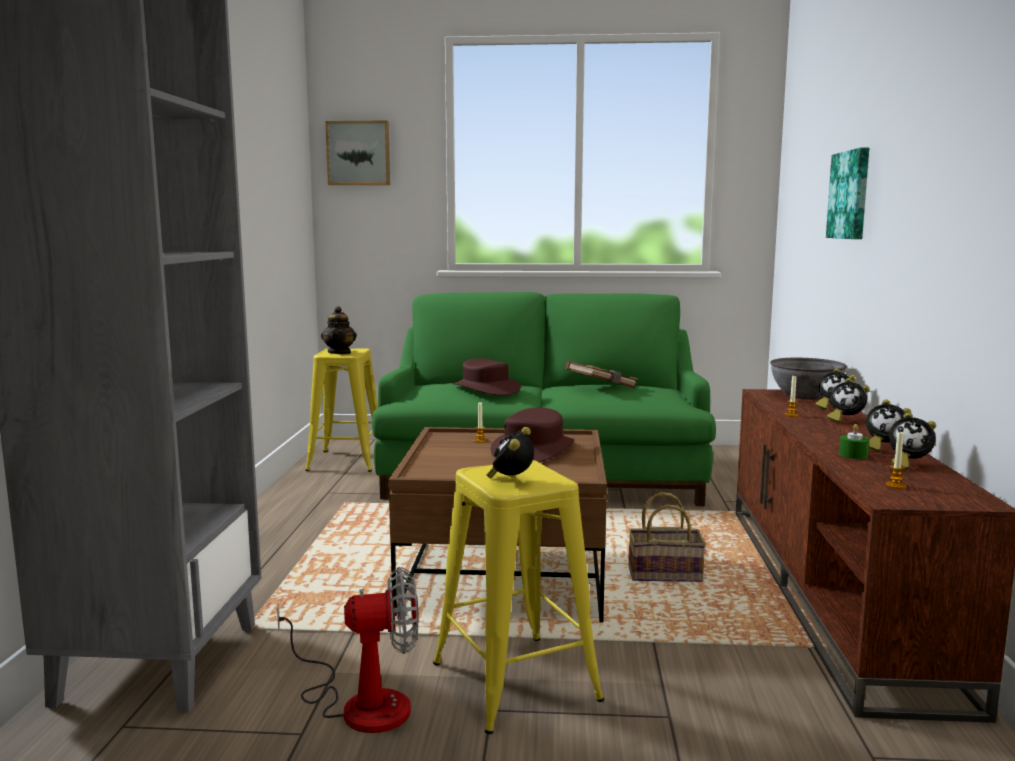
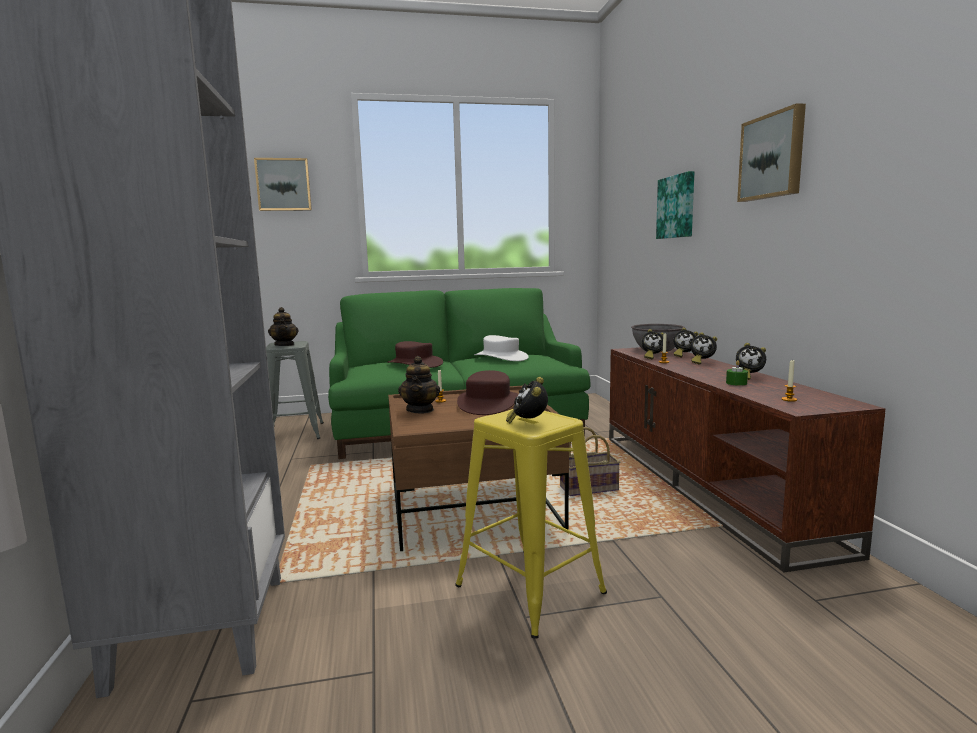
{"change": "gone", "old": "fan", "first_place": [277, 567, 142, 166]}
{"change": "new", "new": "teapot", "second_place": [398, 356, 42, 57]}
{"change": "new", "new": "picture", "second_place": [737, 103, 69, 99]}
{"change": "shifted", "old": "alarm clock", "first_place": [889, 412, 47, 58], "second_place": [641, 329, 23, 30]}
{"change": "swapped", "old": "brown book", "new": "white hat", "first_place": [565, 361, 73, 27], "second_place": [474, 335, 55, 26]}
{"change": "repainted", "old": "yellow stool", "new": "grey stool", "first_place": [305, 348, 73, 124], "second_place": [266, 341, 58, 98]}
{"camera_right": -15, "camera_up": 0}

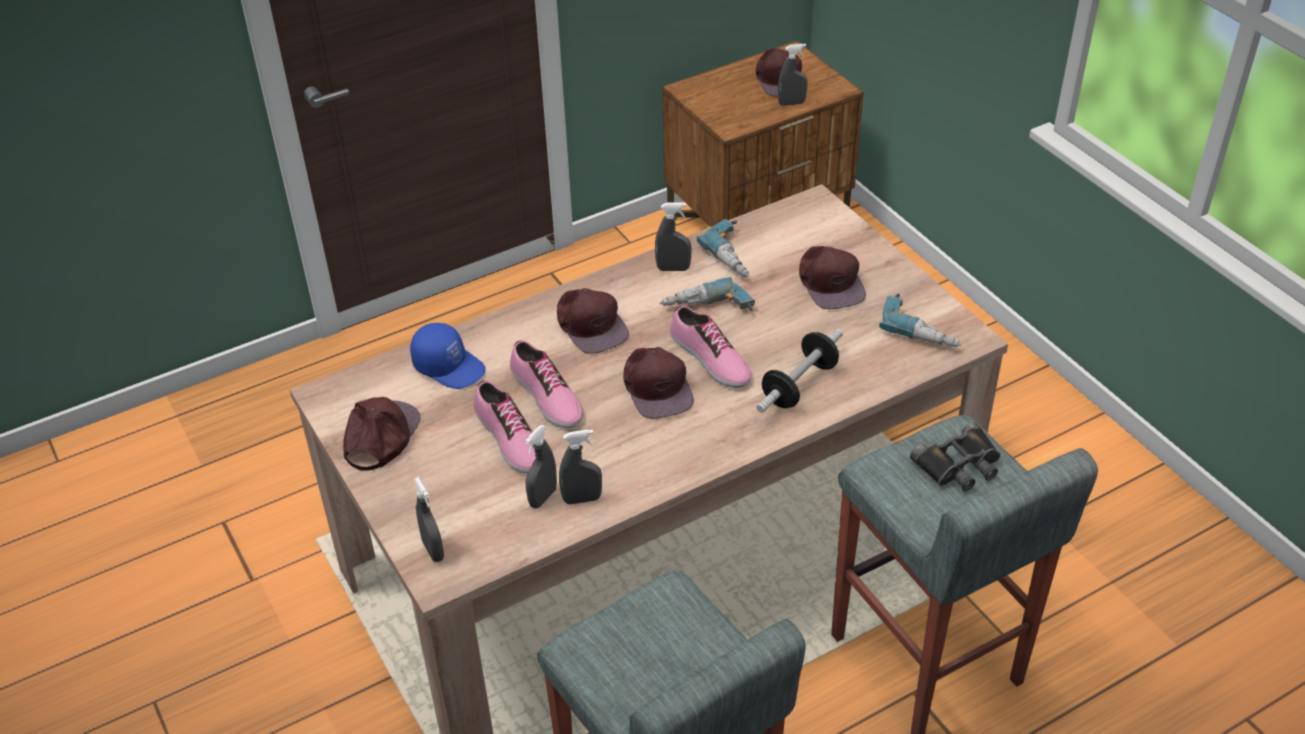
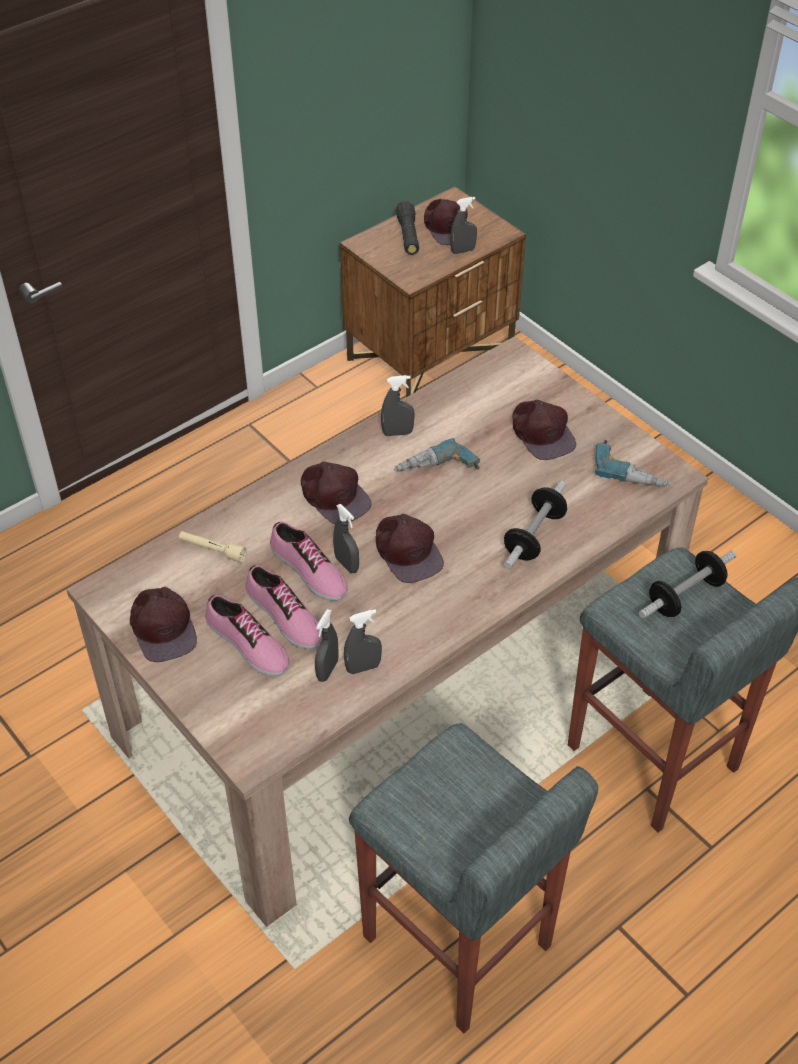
{"change": "gone", "old": "power drill", "first_place": [697, 219, 52, 58]}
{"change": "new", "new": "black flashlight", "second_place": [396, 201, 23, 54]}
{"change": "shifted", "old": "grey spray bottle", "first_place": [414, 477, 30, 85], "second_place": [333, 504, 26, 69]}
{"change": "shifted", "old": "shoe", "first_place": [670, 306, 81, 82], "second_place": [205, 595, 84, 81]}
{"change": "swapped", "old": "blue cap", "new": "beige flashlight", "first_place": [410, 323, 75, 66], "second_place": [179, 531, 68, 32]}
{"change": "swapped", "old": "black binoculars", "new": "dumbbell", "first_place": [910, 422, 91, 69], "second_place": [639, 550, 97, 68]}
{"change": "rotated", "old": "brown cap", "first_place": [343, 397, 77, 74], "second_place": [130, 587, 67, 75], "degrees": 150}
{"camera_right": -10, "camera_up": 5}

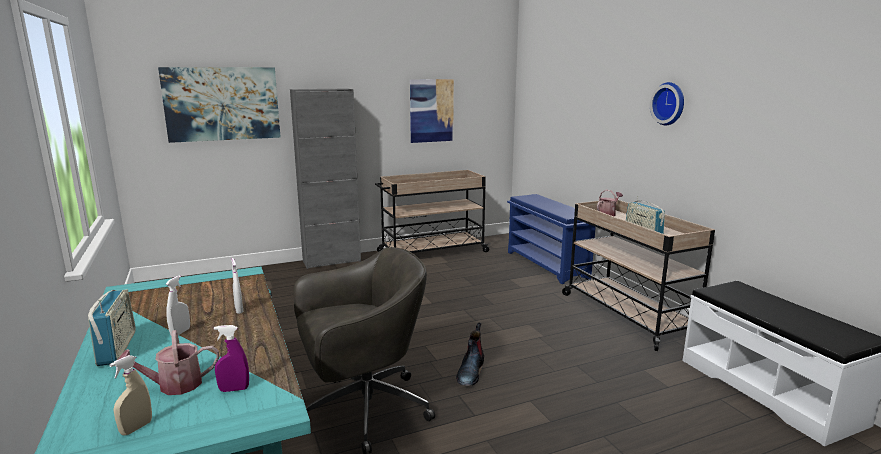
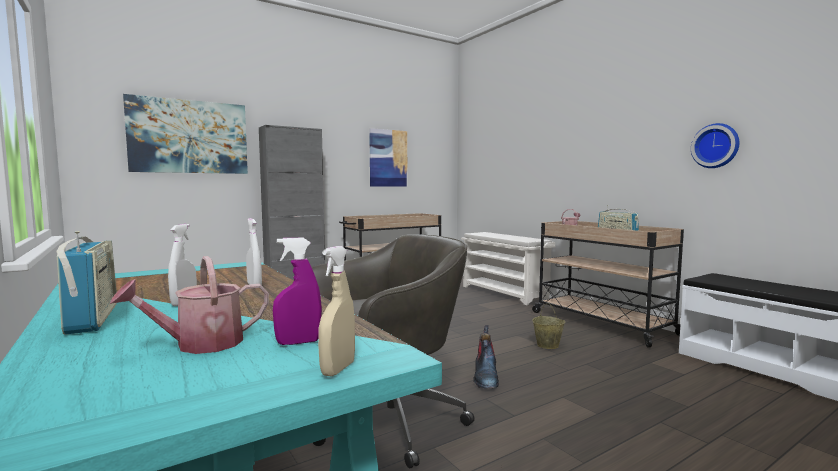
{"change": "new", "new": "beige bucket", "second_place": [532, 303, 33, 46]}
{"change": "shifted", "old": "beige spray bottle", "first_place": [109, 355, 43, 80], "second_place": [318, 246, 37, 131]}
{"change": "shifted", "old": "wall clock", "first_place": [650, 82, 34, 44], "second_place": [691, 123, 49, 45]}
{"change": "repainted", "old": "blue shoe rack", "new": "white shoe rack", "first_place": [507, 194, 89, 90], "second_place": [461, 232, 94, 73]}
{"camera_right": -10, "camera_up": -10}

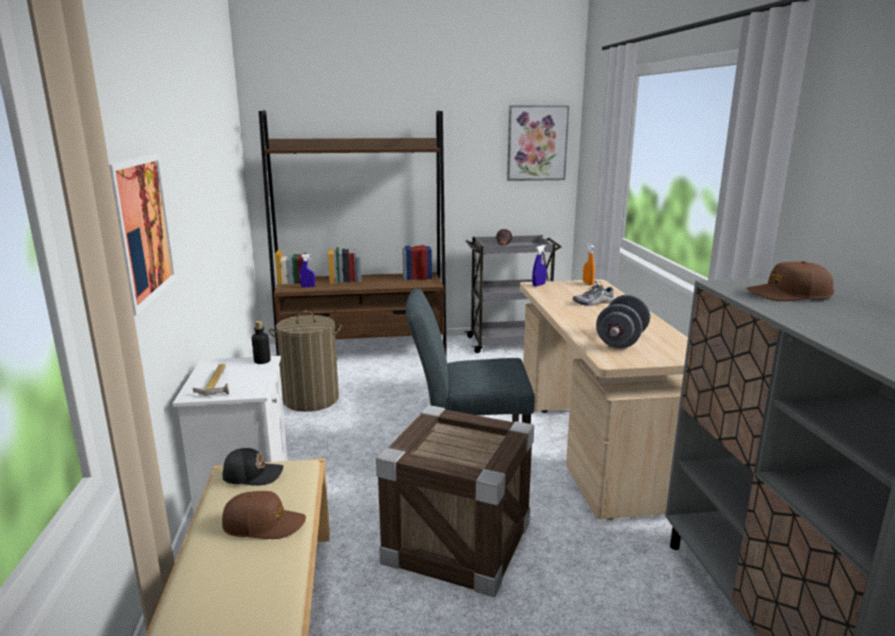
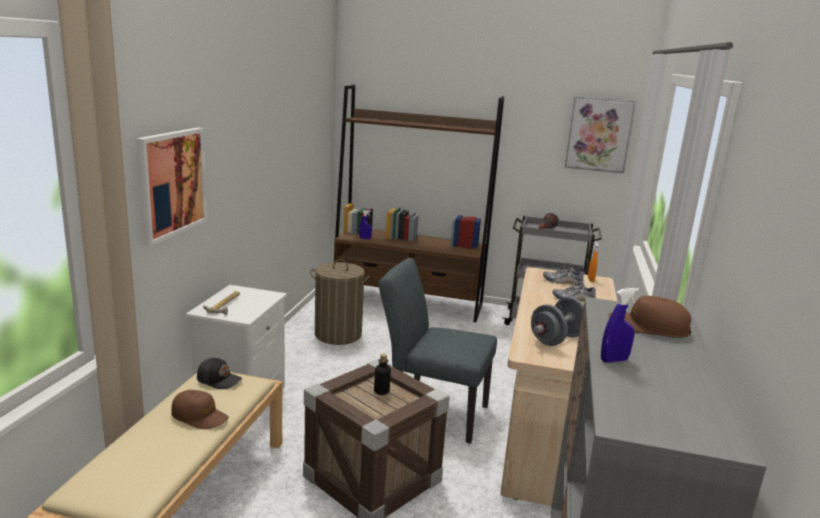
{"change": "new", "new": "shoe", "second_place": [543, 263, 41, 22]}
{"change": "shifted", "old": "bottle", "first_place": [252, 321, 19, 43], "second_place": [374, 354, 17, 41]}
{"change": "shifted", "old": "blue spray bottle", "first_place": [532, 245, 14, 42], "second_place": [601, 288, 38, 75]}
{"camera_right": 20, "camera_up": 0}

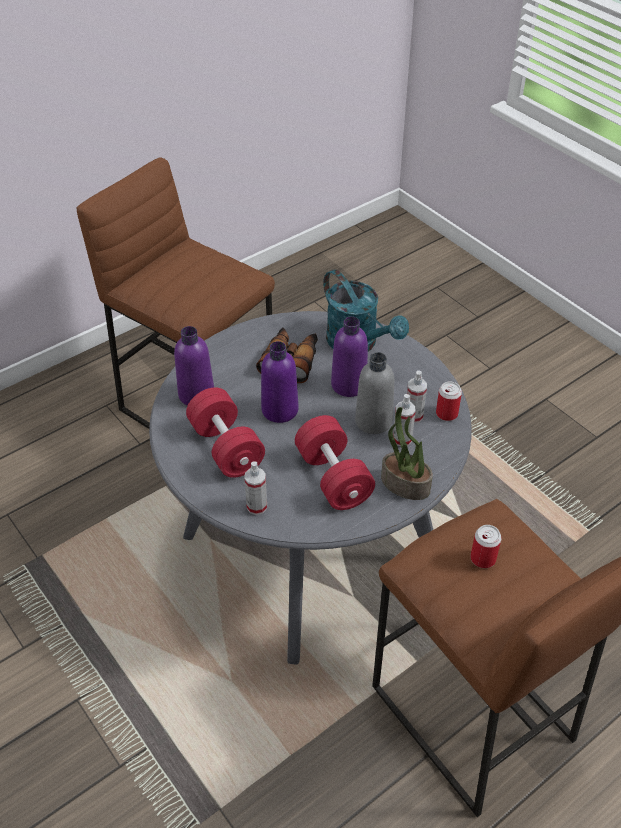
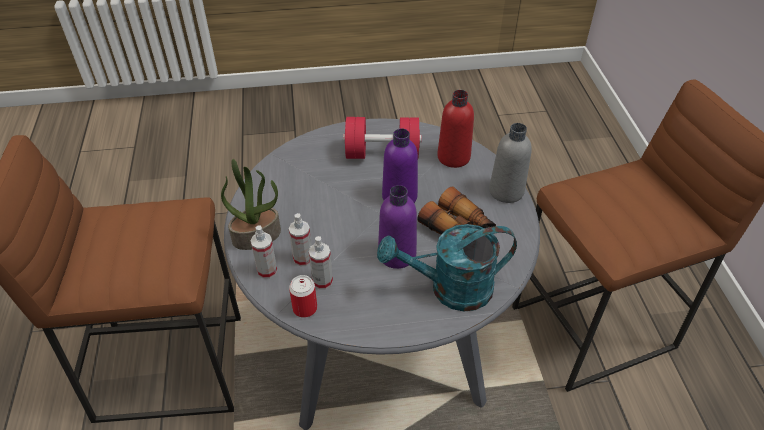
{"change": "gone", "old": "red dumbbell", "first_place": [295, 415, 80, 95]}
{"change": "gone", "old": "can", "first_place": [470, 525, 32, 43]}
{"change": "shifted", "old": "spray bottle", "first_place": [244, 461, 23, 54], "second_place": [250, 225, 28, 54]}
{"change": "shifted", "old": "grey bottle", "first_place": [355, 352, 39, 82], "second_place": [489, 123, 43, 80]}
{"change": "repainted", "old": "purple bottle", "new": "red bottle", "first_place": [174, 326, 40, 80], "second_place": [437, 90, 37, 78]}
{"camera_right": 120, "camera_up": 0}

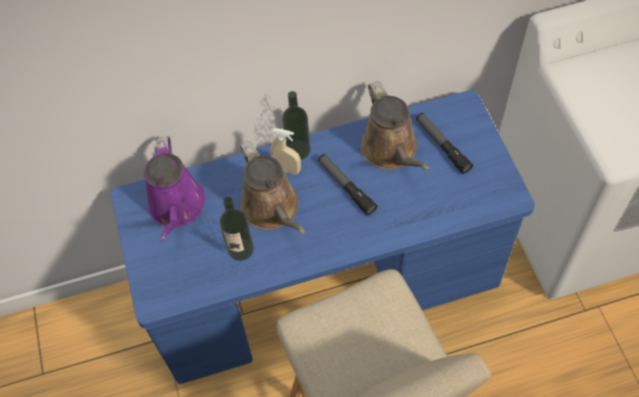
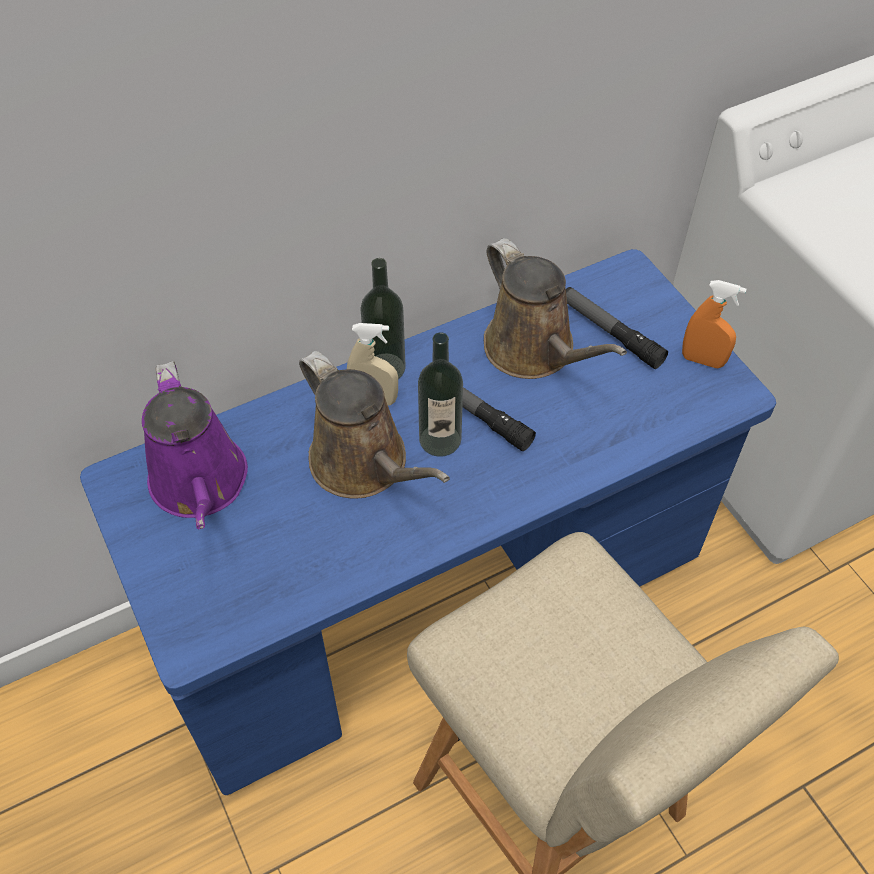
{"change": "new", "new": "orange spray bottle", "second_place": [682, 280, 64, 88]}
{"change": "shifted", "old": "bottle", "first_place": [220, 197, 34, 64], "second_place": [418, 332, 45, 125]}
{"camera_right": -15, "camera_up": -5}

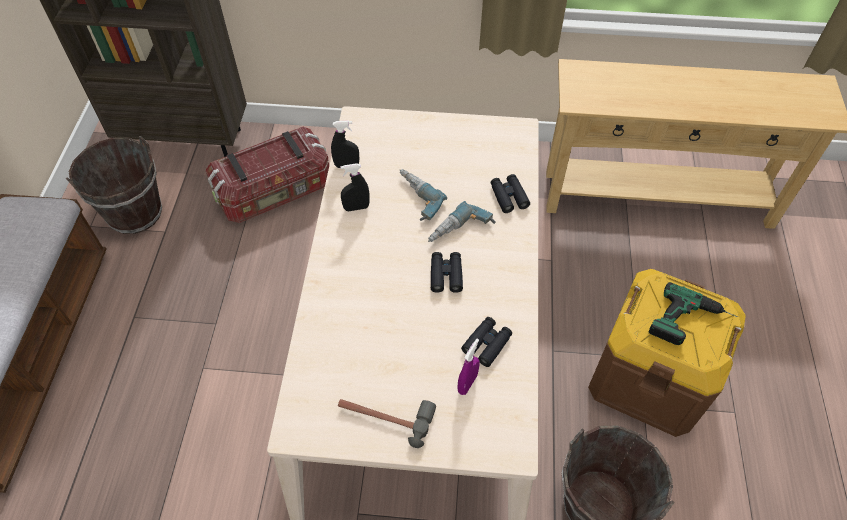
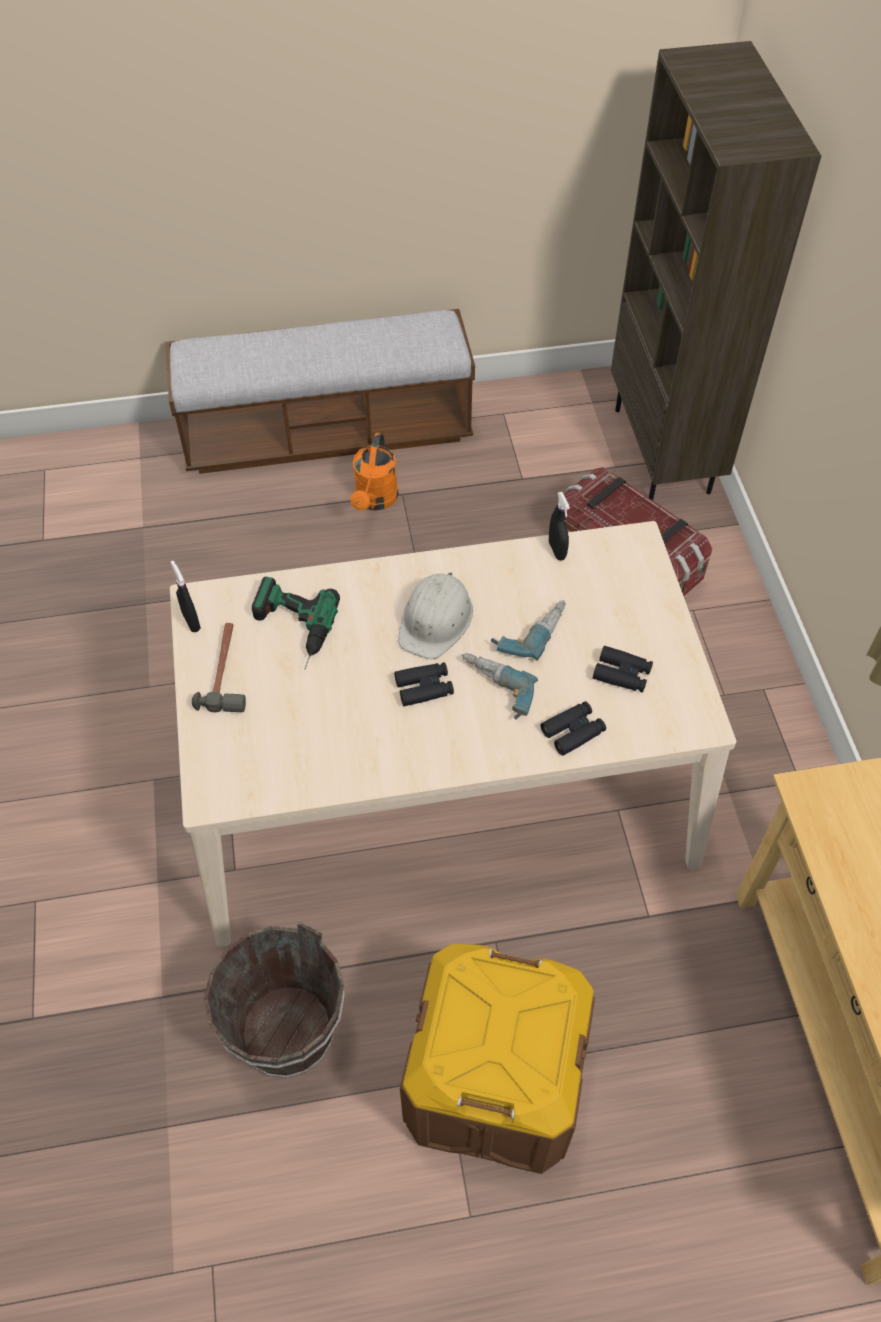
{"change": "gone", "old": "brown bucket", "first_place": [66, 136, 96, 98]}
{"change": "gone", "old": "purple spray bottle", "first_place": [457, 339, 23, 56]}
{"change": "new", "new": "orange watering can", "second_place": [350, 433, 49, 78]}
{"change": "new", "new": "white hard hat", "second_place": [398, 573, 75, 86]}
{"change": "shifted", "old": "black spray bottle", "first_place": [340, 163, 30, 48], "second_place": [171, 560, 30, 72]}
{"change": "shifted", "old": "black binoculars", "first_place": [461, 317, 51, 50], "second_place": [593, 646, 60, 46]}
{"change": "shifted", "old": "power drill", "first_place": [648, 282, 90, 63], "second_place": [252, 577, 88, 93]}
{"camera_right": 75, "camera_up": 0}

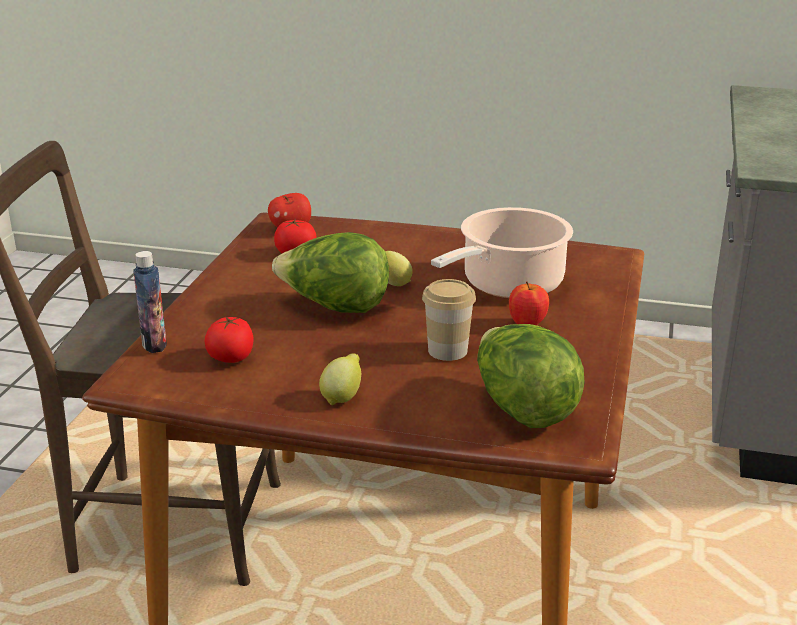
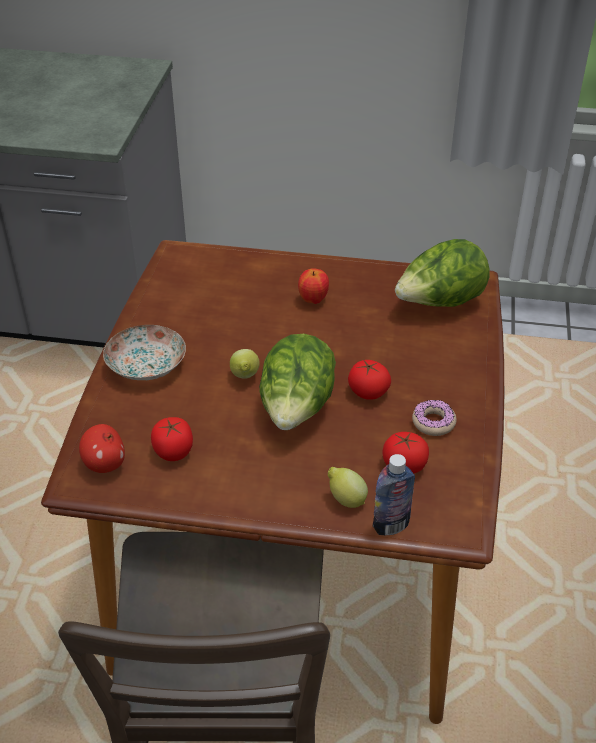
{"change": "gone", "old": "cup", "first_place": [422, 279, 54, 82]}
{"change": "gone", "old": "cooking pot", "first_place": [431, 207, 142, 91]}
{"change": "new", "new": "plate", "second_place": [103, 325, 83, 55]}
{"change": "new", "new": "tomato", "second_place": [348, 360, 43, 40]}
{"change": "new", "new": "donut", "second_place": [412, 400, 45, 36]}
{"change": "shifted", "old": "lemon", "first_place": [319, 353, 42, 52], "second_place": [328, 467, 40, 41]}
{"camera_right": -95, "camera_up": 15}

